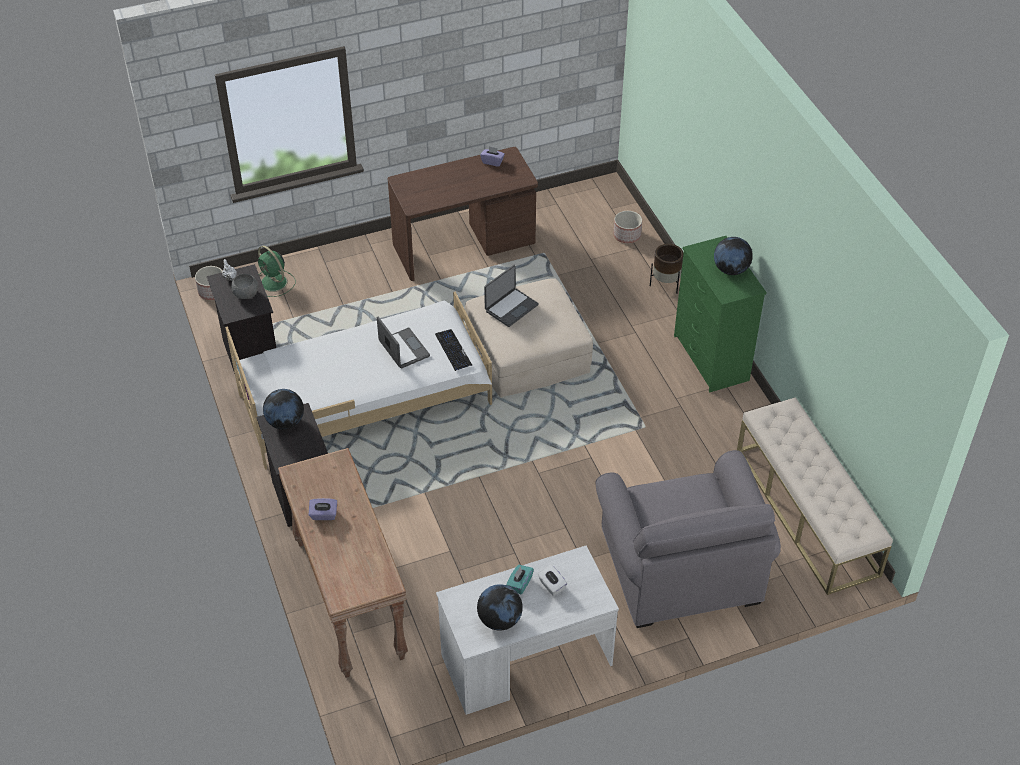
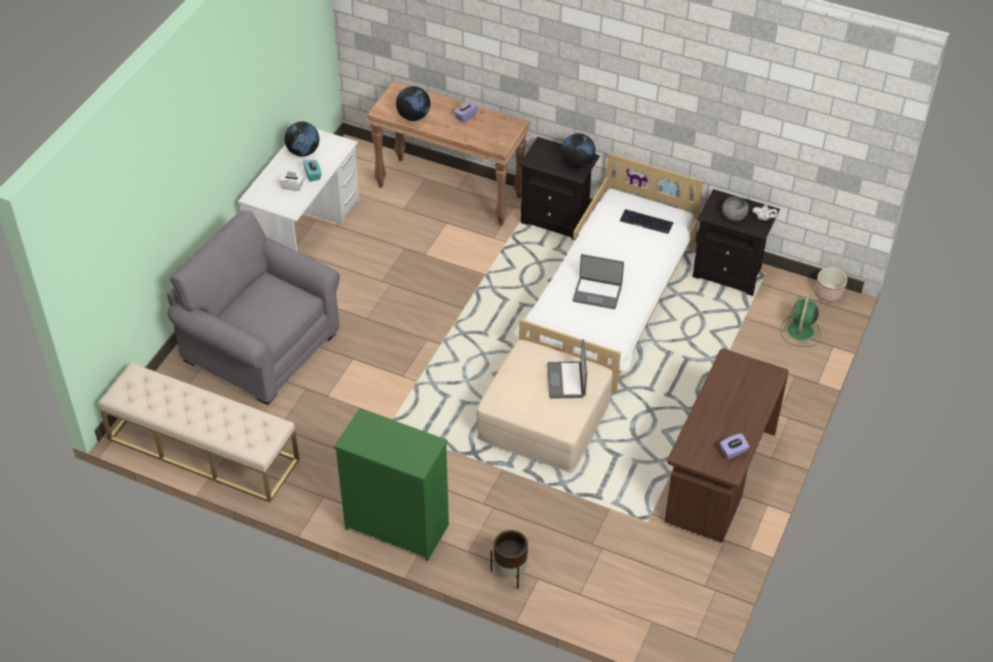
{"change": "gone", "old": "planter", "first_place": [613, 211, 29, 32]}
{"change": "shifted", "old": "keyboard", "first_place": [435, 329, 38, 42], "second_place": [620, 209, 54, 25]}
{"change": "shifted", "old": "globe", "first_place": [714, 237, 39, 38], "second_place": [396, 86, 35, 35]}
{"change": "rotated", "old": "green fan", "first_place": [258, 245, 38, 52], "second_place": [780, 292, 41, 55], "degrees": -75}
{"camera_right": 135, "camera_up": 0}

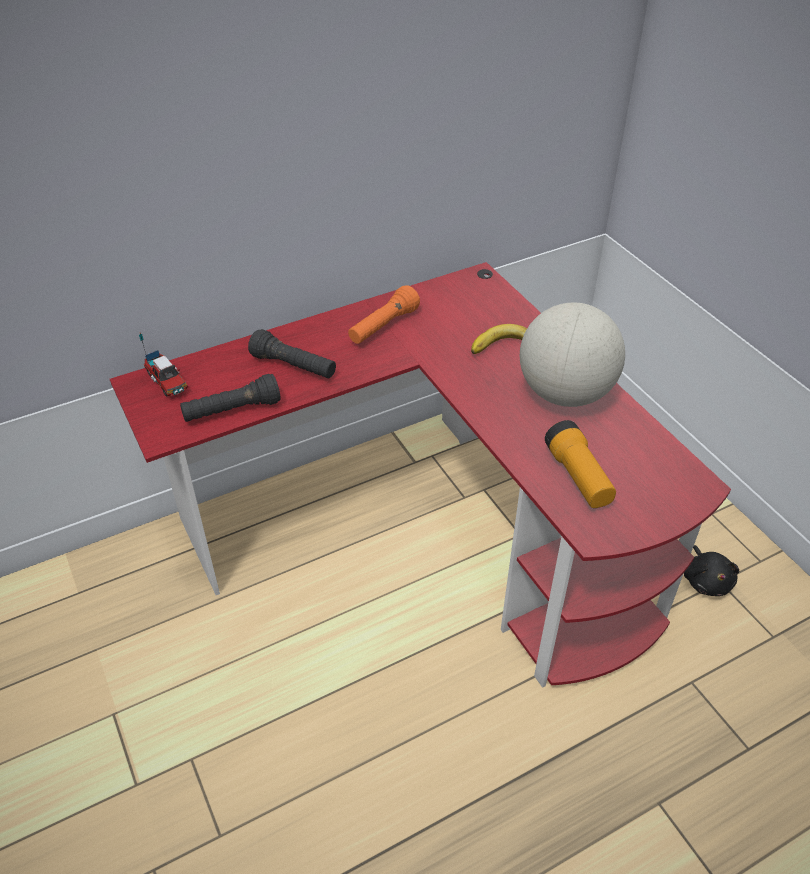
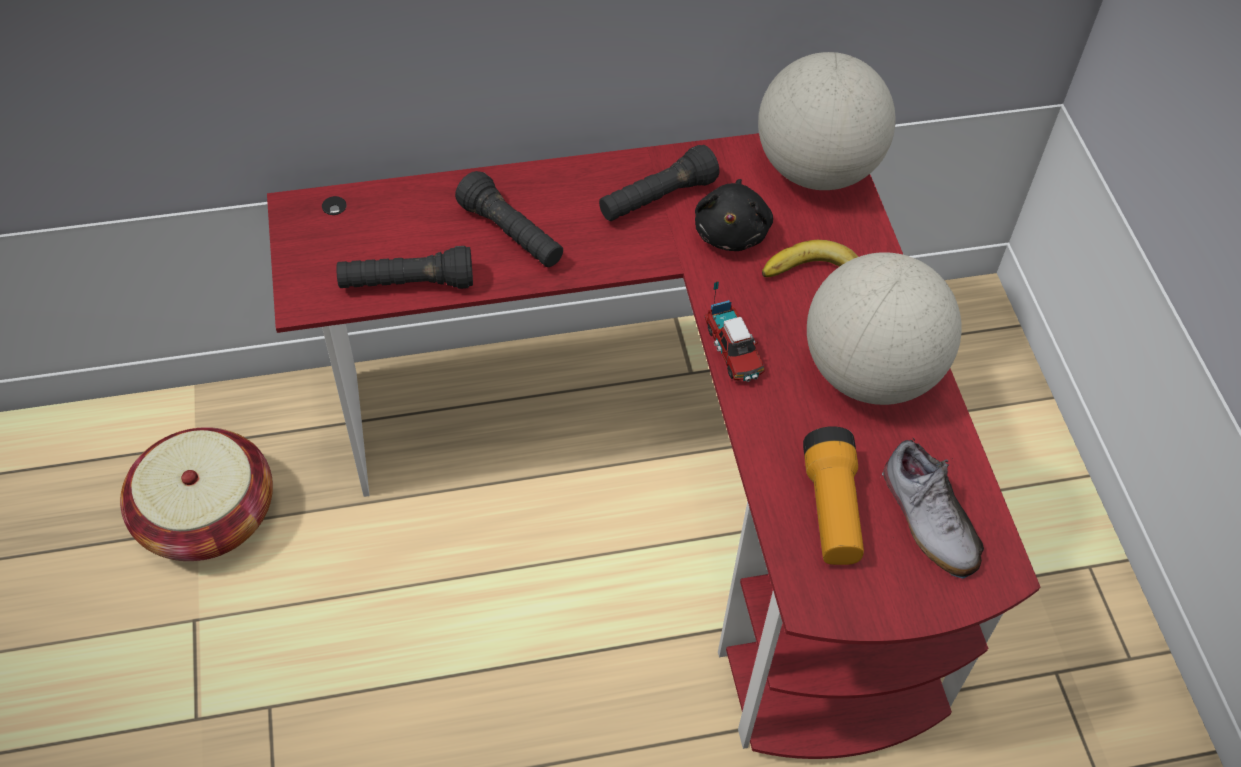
{"change": "new", "new": "basket", "second_place": [120, 427, 153, 134]}
{"change": "new", "new": "globe", "second_place": [758, 52, 137, 138]}
{"change": "new", "new": "shoe", "second_place": [882, 438, 102, 141]}
{"change": "shifted", "old": "toy truck", "first_place": [139, 333, 49, 64], "second_place": [705, 280, 60, 102]}
{"change": "shifted", "old": "black plush toy", "first_place": [684, 545, 55, 51], "second_place": [695, 179, 78, 72]}
{"change": "repainted", "old": "orange flashlight", "new": "black flashlight", "first_place": [348, 285, 72, 59], "second_place": [599, 145, 120, 76]}
{"camera_right": 15, "camera_up": 10}

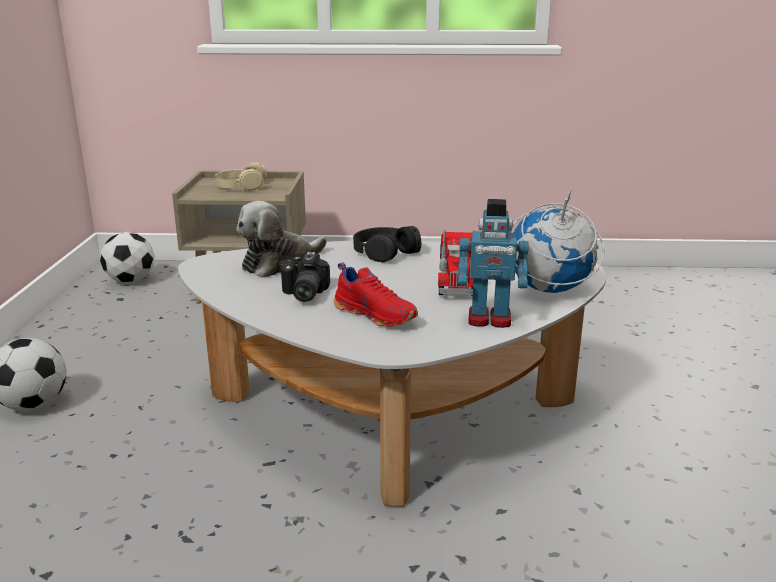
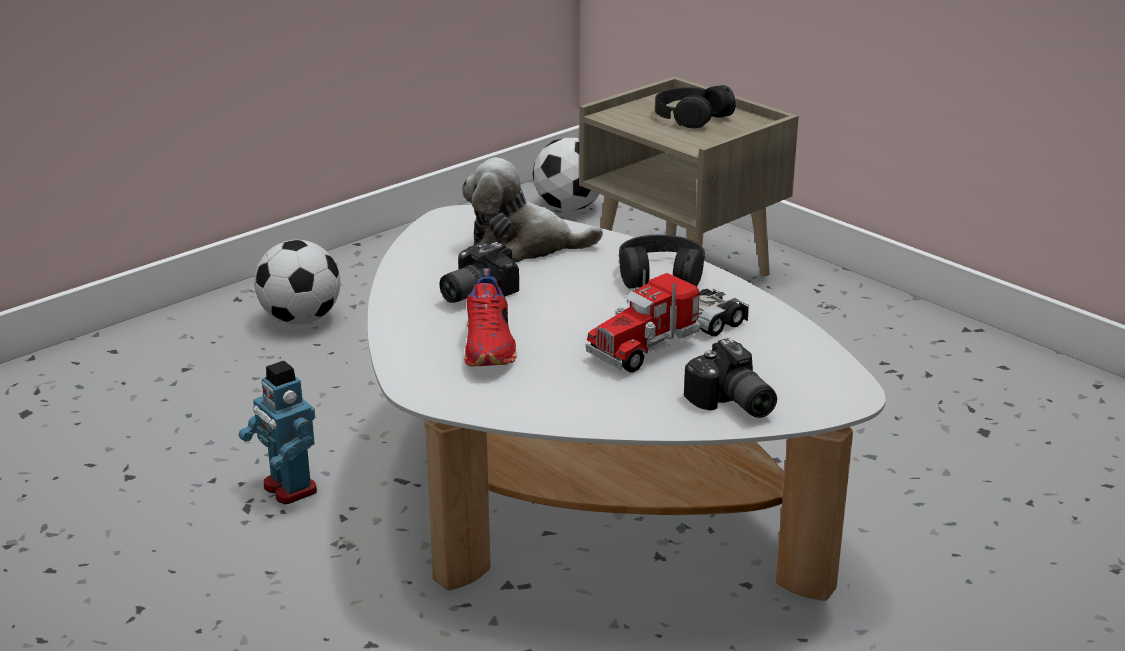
{"change": "shifted", "old": "toy robot", "first_place": [458, 199, 71, 129], "second_place": [238, 361, 79, 143]}
{"change": "swapped", "old": "globe", "new": "photo camera", "first_place": [508, 189, 97, 104], "second_place": [684, 338, 93, 80]}
{"change": "repainted", "old": "beige headphones", "new": "black headphones", "first_place": [215, 163, 52, 28], "second_place": [655, 85, 81, 44]}
{"camera_right": 45, "camera_up": 5}

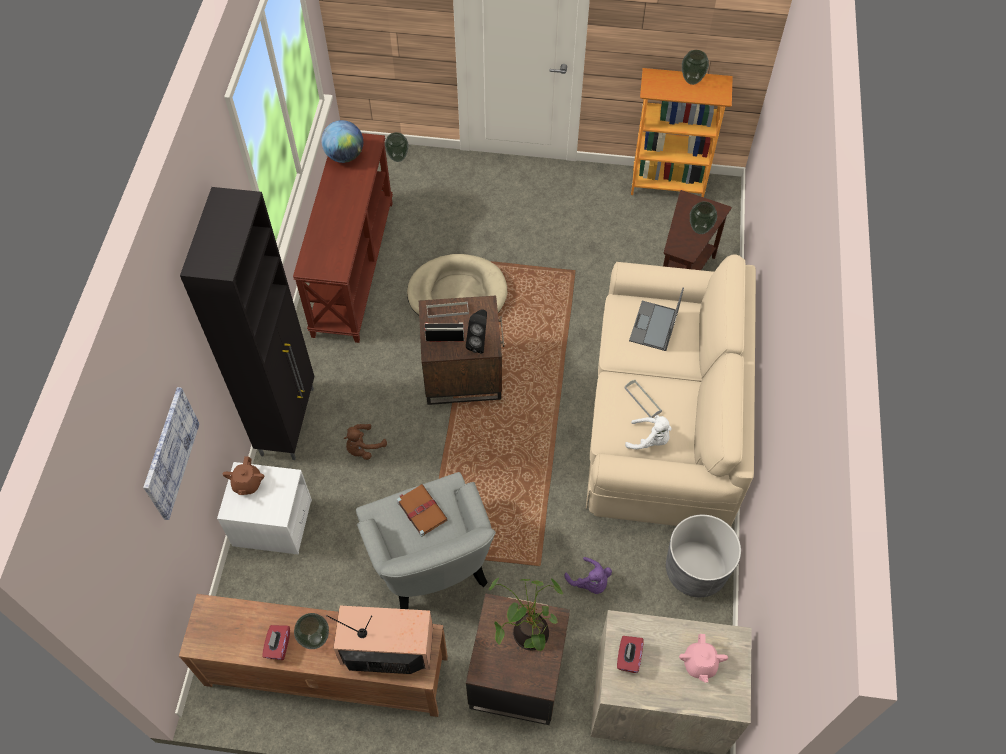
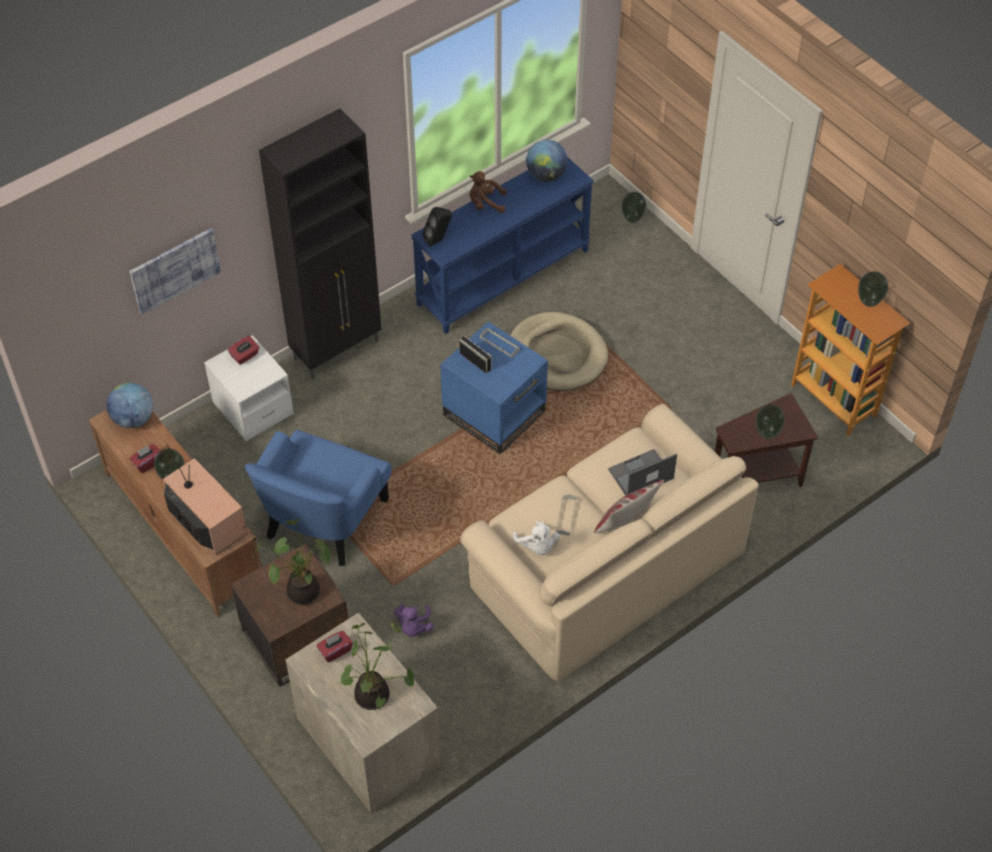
{"change": "gone", "old": "brown book", "first_place": [397, 484, 51, 53]}
{"change": "gone", "old": "grey planter", "first_place": [666, 514, 75, 84]}
{"change": "new", "new": "globe", "second_place": [107, 383, 46, 45]}
{"change": "new", "new": "pillow", "second_place": [594, 480, 70, 53]}
{"change": "shifted", "old": "brown plush toy", "first_place": [344, 424, 43, 36], "second_place": [470, 171, 36, 42]}
{"change": "shifted", "old": "black speaker", "first_place": [466, 310, 21, 43], "second_place": [422, 207, 30, 40]}
{"change": "swapped", "old": "brown teapot", "new": "red tissue box", "first_place": [223, 456, 41, 39], "second_place": [228, 336, 31, 29]}
{"change": "swapped", "old": "pink teapot", "new": "potted plant", "first_place": [679, 634, 49, 49], "second_place": [341, 623, 73, 87]}
{"change": "repainted", "old": "brown console table", "new": "blue console table", "first_place": [293, 133, 100, 210], "second_place": [411, 157, 183, 177]}
{"change": "repainted", "old": "grey armchair", "new": "blue armchair", "first_place": [356, 472, 140, 137], "second_place": [244, 430, 148, 136]}
{"change": "repainted", "old": "brown side table", "new": "blue side table", "first_place": [419, 296, 85, 109], "second_place": [440, 321, 108, 133]}
{"camera_right": 45, "camera_up": -5}

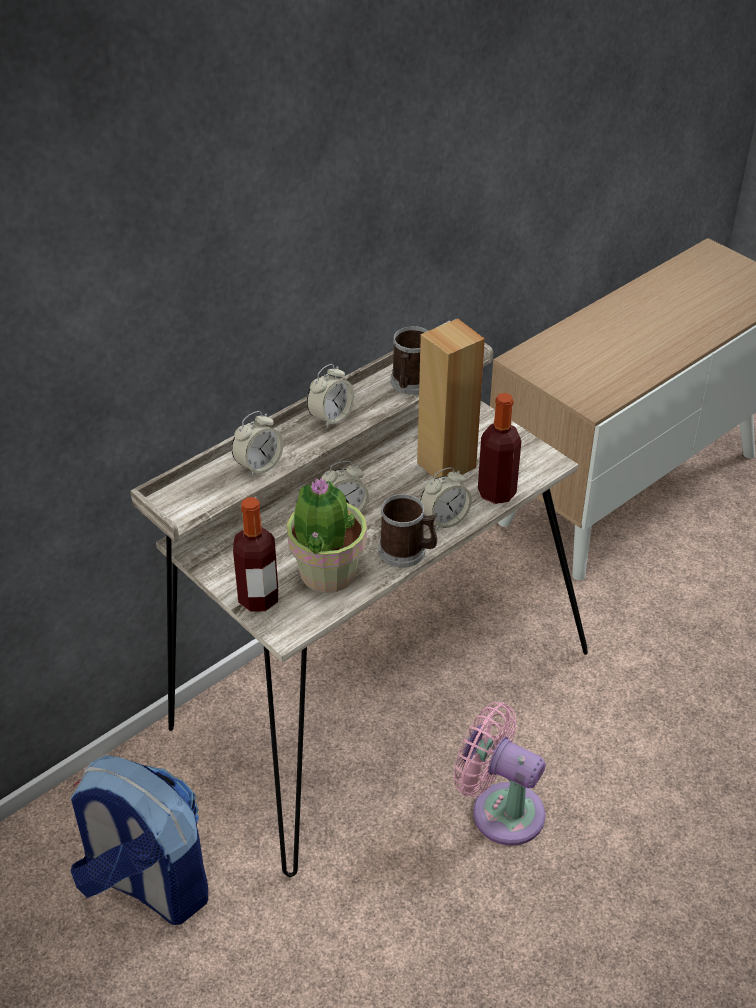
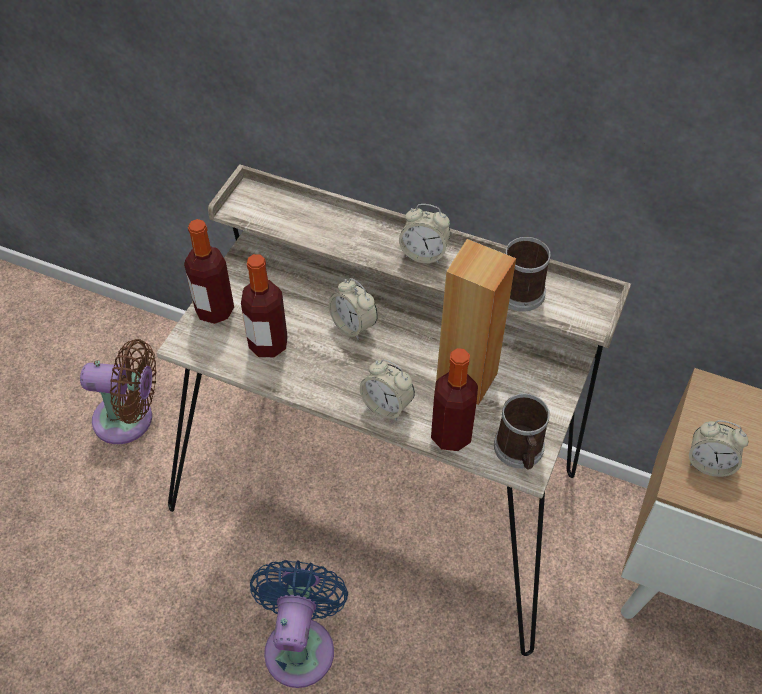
{"change": "shifted", "old": "alarm clock", "first_place": [231, 411, 52, 67], "second_place": [689, 420, 60, 57]}
{"change": "shifted", "old": "mug", "first_place": [379, 494, 58, 74], "second_place": [494, 394, 56, 76]}
{"change": "swapped", "old": "backpack", "new": "brown fan", "first_place": [71, 755, 137, 170], "second_place": [80, 339, 77, 105]}
{"change": "swapped", "old": "potted plant", "new": "bottle", "first_place": [287, 478, 80, 115], "second_place": [241, 254, 47, 104]}
{"change": "repainted", "old": "pink fan", "new": "blue fan", "first_place": [453, 702, 93, 144], "second_place": [250, 560, 98, 128]}
{"camera_right": 65, "camera_up": 10}

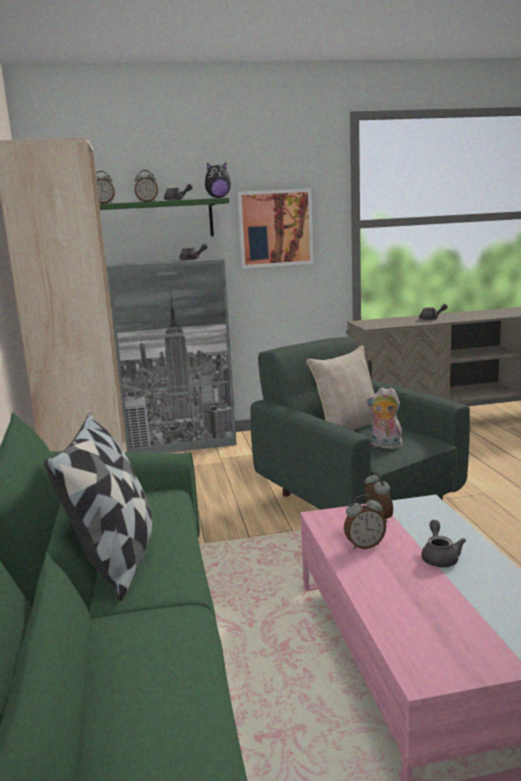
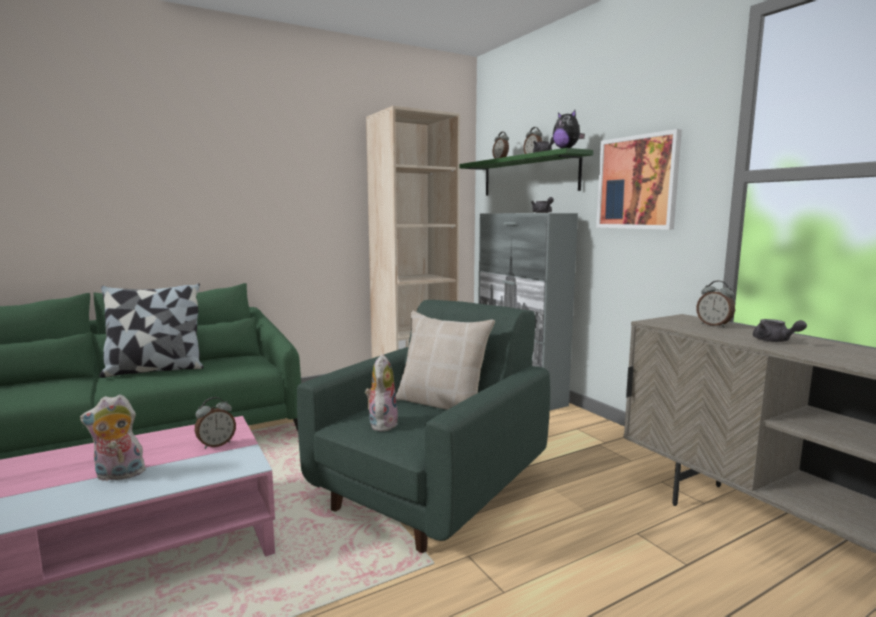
{"change": "shifted", "old": "alarm clock", "first_place": [344, 494, 42, 56], "second_place": [696, 281, 39, 47]}
{"change": "swapped", "old": "grey teapot", "new": "plush toy", "first_place": [421, 520, 45, 47], "second_place": [80, 394, 70, 87]}
{"camera_right": 70, "camera_up": -5}

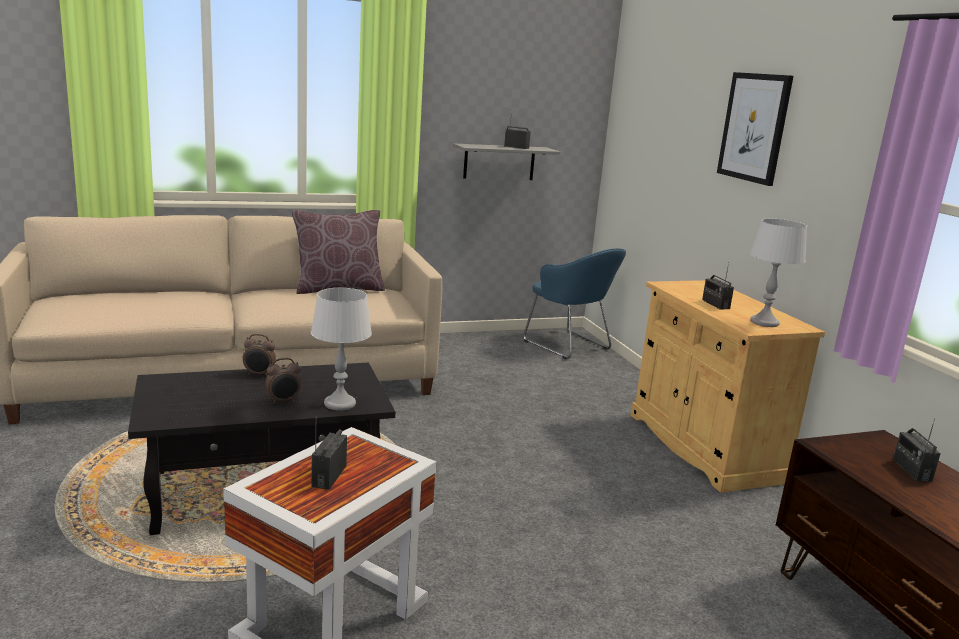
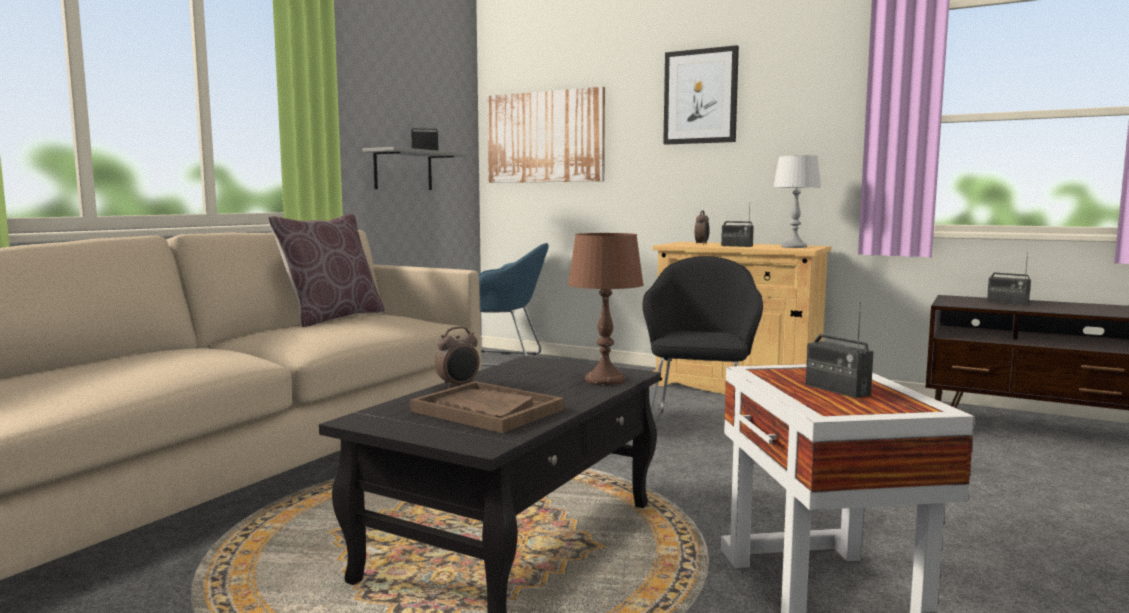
{"change": "new", "new": "brown tray", "second_place": [410, 381, 154, 52]}
{"change": "new", "new": "picture", "second_place": [487, 87, 118, 96]}
{"change": "new", "new": "black armchair", "second_place": [642, 256, 121, 166]}
{"change": "shifted", "old": "alarm clock", "first_place": [265, 358, 36, 46], "second_place": [695, 210, 15, 35]}
{"change": "repainted", "old": "grey table lamp", "new": "brown table lamp", "first_place": [311, 288, 61, 123], "second_place": [568, 233, 76, 152]}
{"camera_right": -40, "camera_up": -10}

